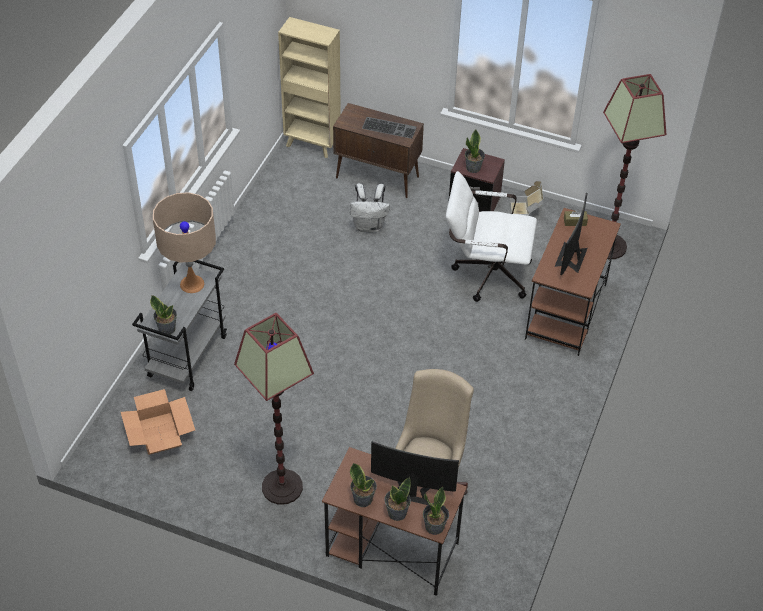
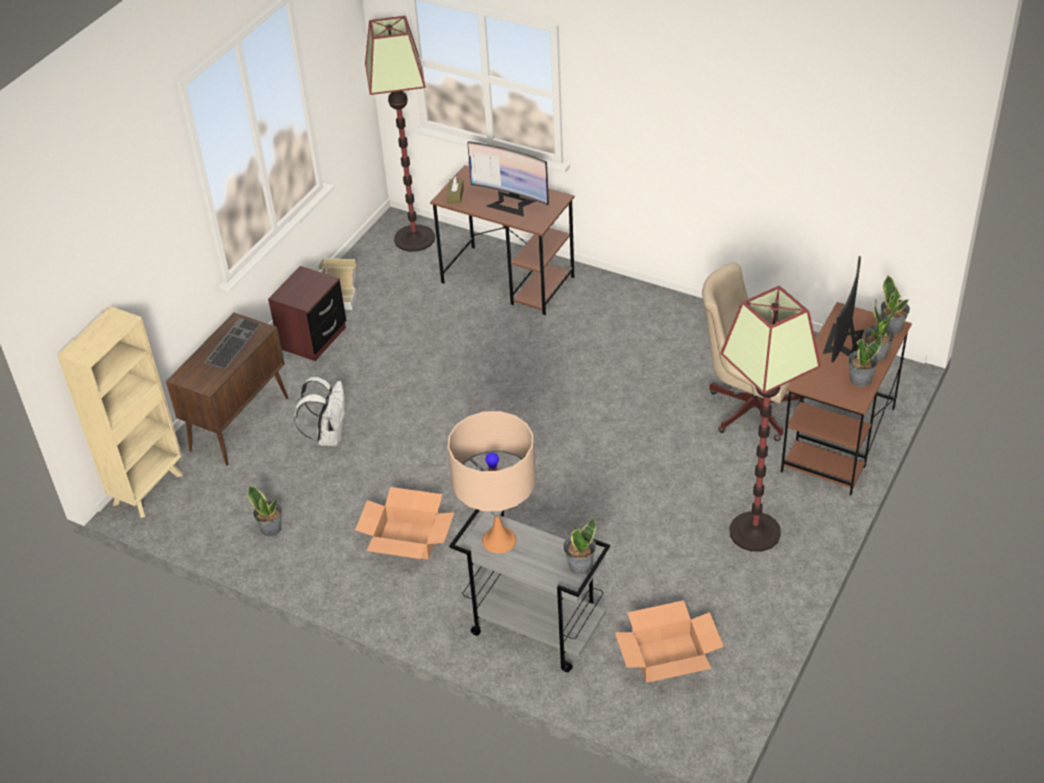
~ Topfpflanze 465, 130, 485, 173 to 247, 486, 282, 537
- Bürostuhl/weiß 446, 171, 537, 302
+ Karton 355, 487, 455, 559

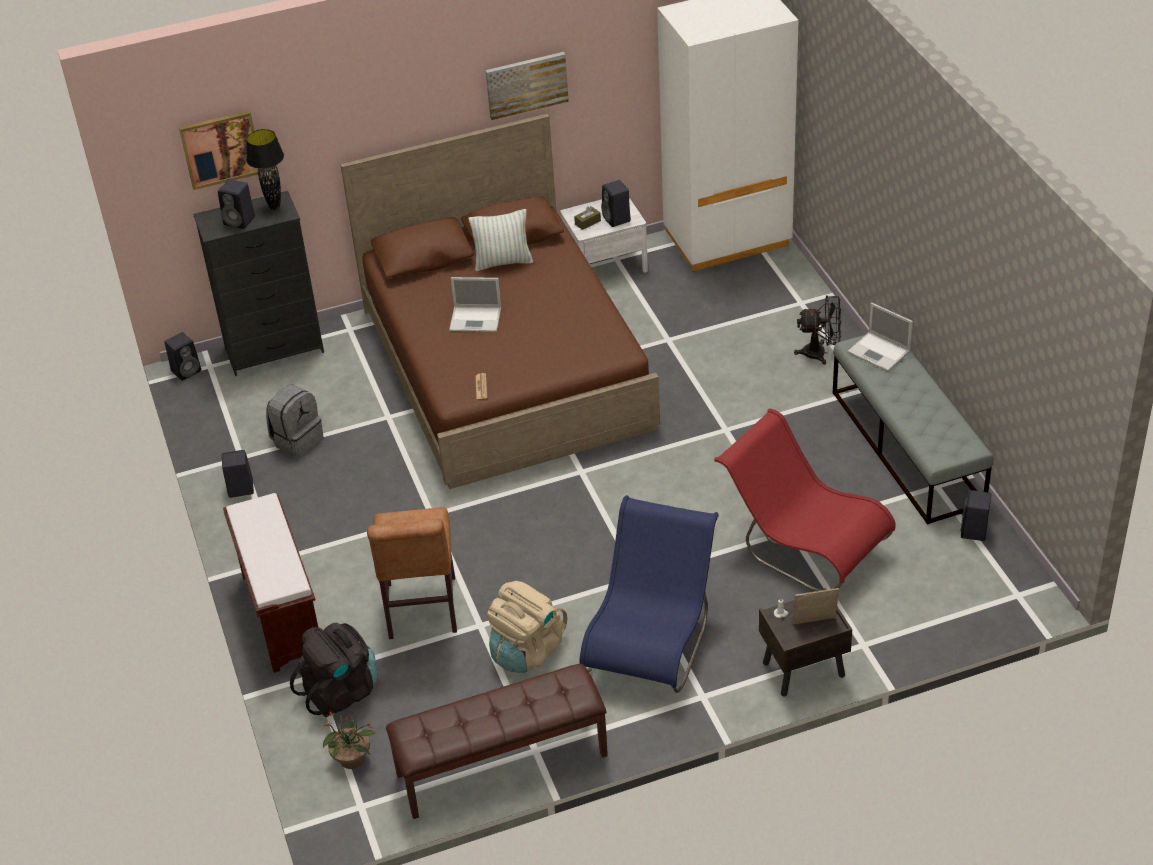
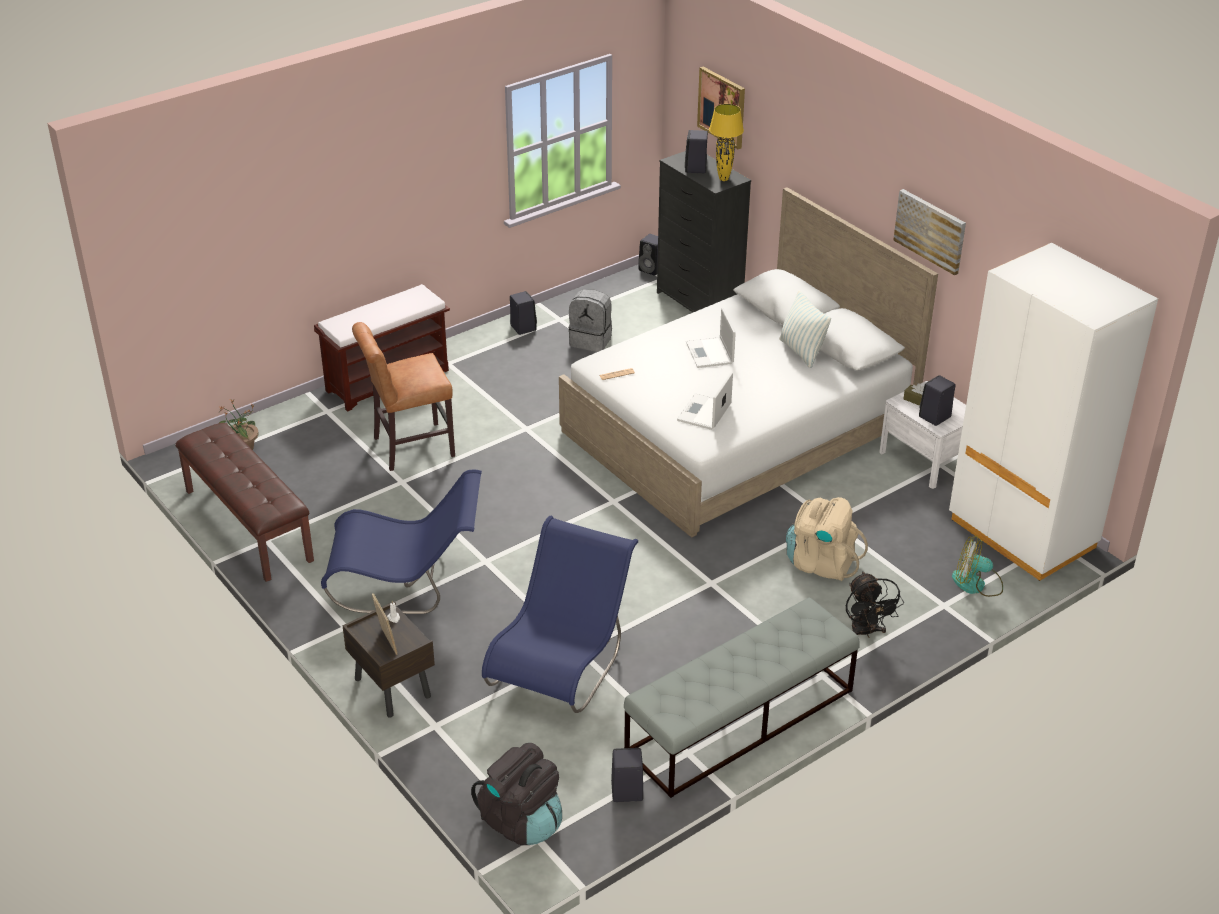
~ Bett/braun 340, 114, 660, 489 to Bett/weiß 559, 187, 938, 538
~ Tischlampe/schwarz 246, 129, 284, 210 to Tischlampe/gelb 709, 104, 744, 181
~ Laptop 847, 303, 913, 371 to 677, 372, 733, 430
~ Stuhl/rot 714, 409, 896, 591 to Stuhl/blau 482, 515, 638, 713
~ Rucksack/beige 487, 581, 567, 673 to 786, 497, 868, 581
~ Rucksack/schwarz 290, 623, 378, 717 to 471, 743, 562, 845
+ Ventilator 952, 536, 1003, 597

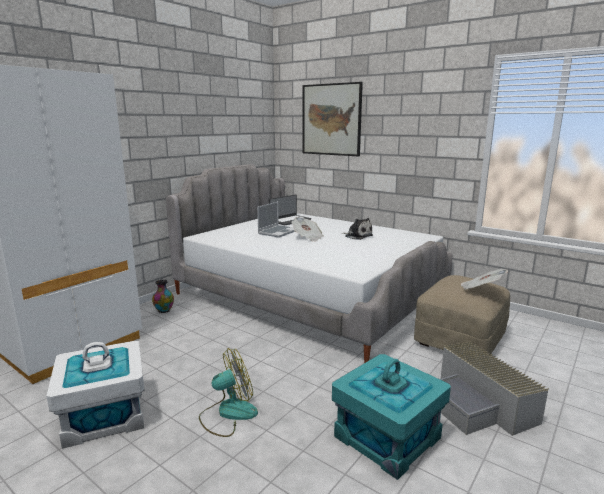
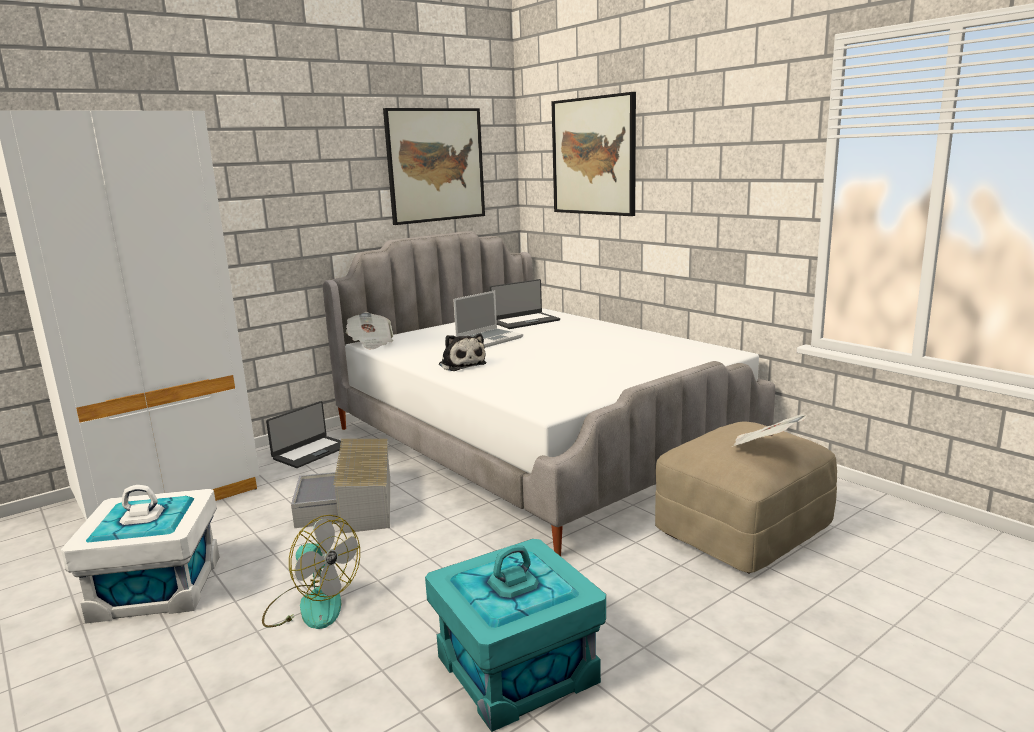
~ Zeitung 291, 217, 324, 242 to 346, 312, 393, 350
~ Plüschtier 342, 218, 373, 240 to 439, 333, 487, 371
~ Vase 152, 280, 174, 313 to Laptop 266, 401, 342, 468
~ Aufbewahrungsbox/grau 440, 342, 549, 436 to 291, 439, 390, 534
~ Ventilator 199, 348, 258, 437 = 262, 515, 360, 629 45 degrees clockwise
+ Bild 383, 108, 485, 225

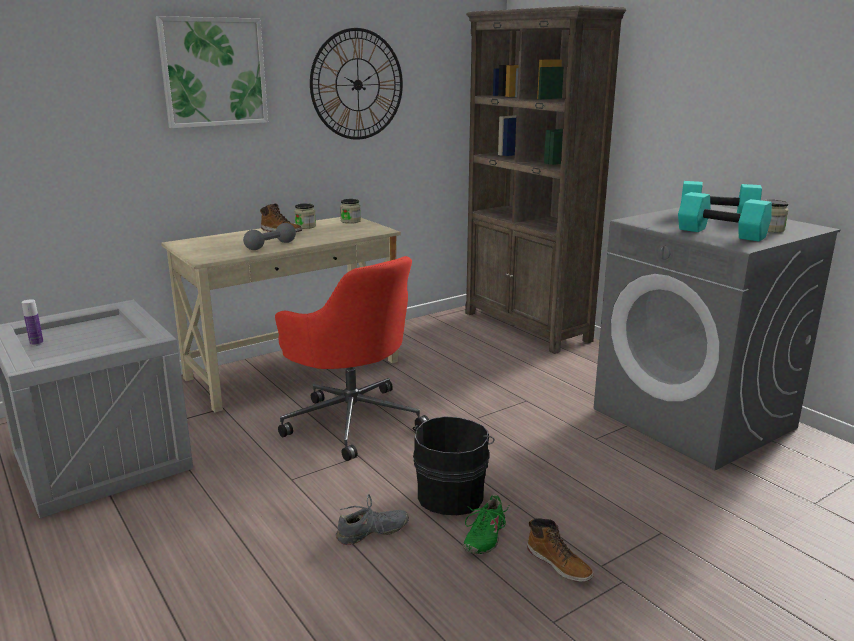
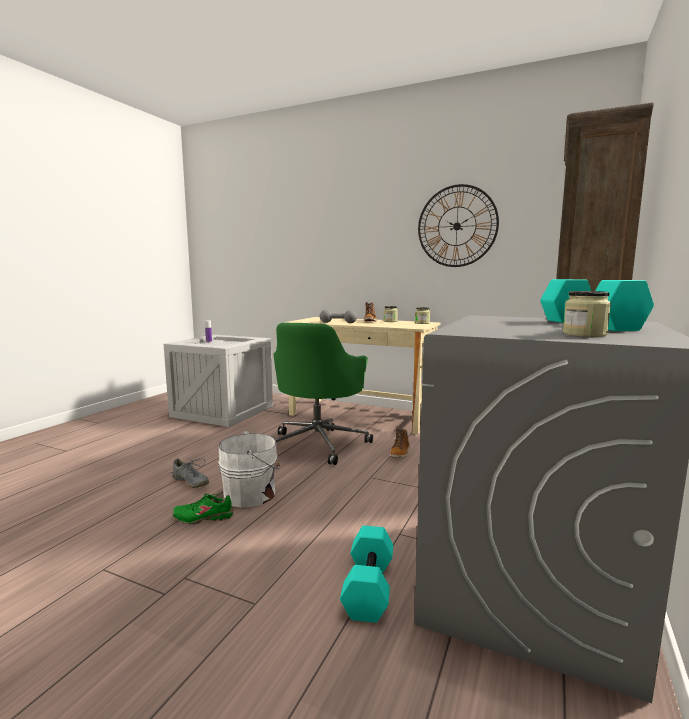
- Bild 156, 16, 268, 128
~ Hantel/türkis 678, 192, 772, 242 to 340, 526, 393, 623
~ Bürostuhl/rot 275, 256, 429, 461 to Bürostuhl/grün 273, 323, 373, 465
~ Eimer/schwarz 413, 417, 495, 515 to Eimer/weiß 218, 431, 280, 507
~ Stiefel 527, 518, 594, 582 to 390, 429, 409, 459

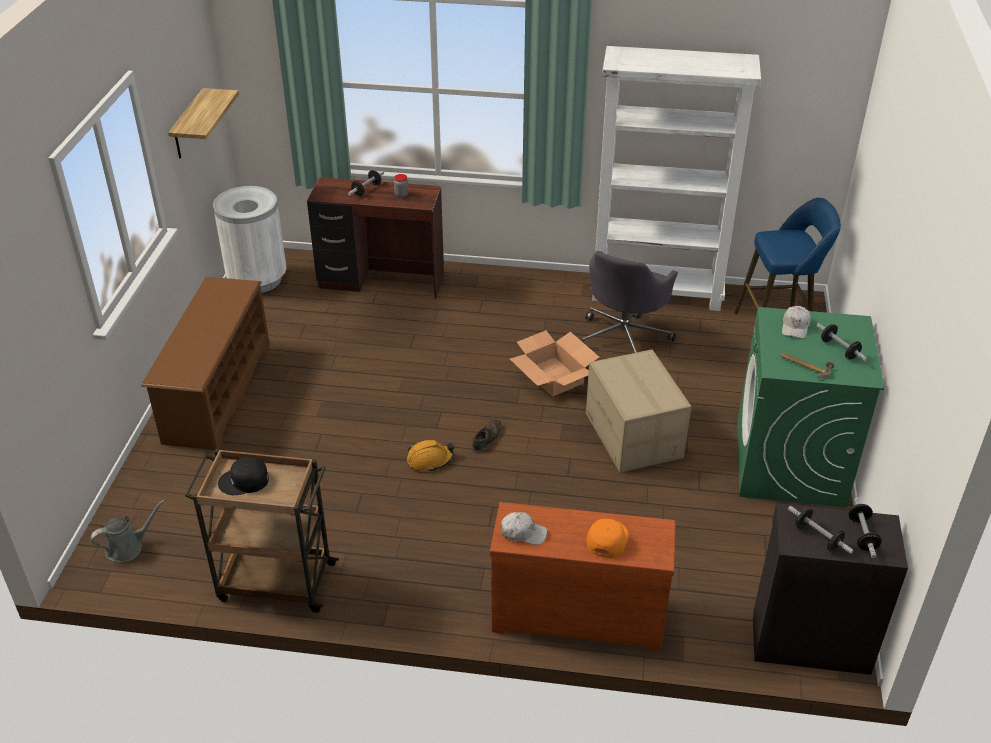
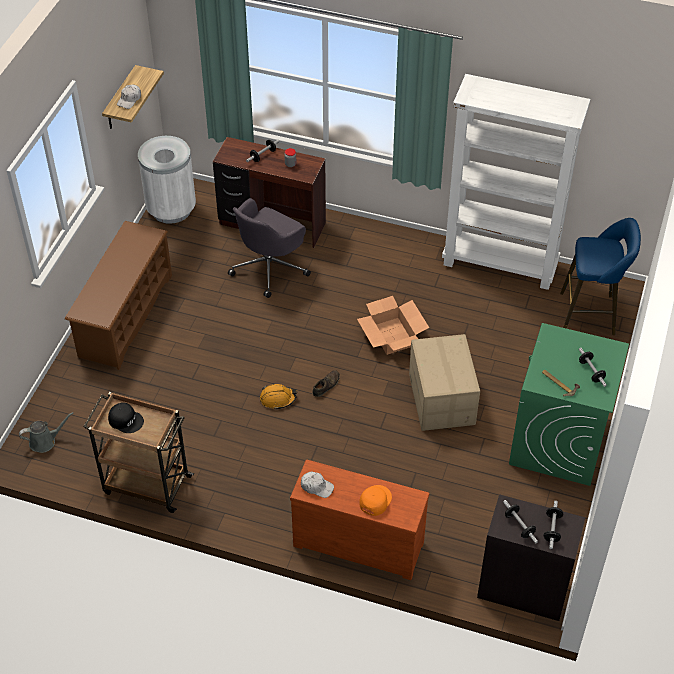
~ Bürostuhl/grau 582, 251, 678, 353 to 228, 198, 311, 298
~ Kappe/weiß 782, 306, 811, 339 to 117, 85, 141, 109
~ Kappe/schwarz 218, 456, 269, 495 = 108, 403, 144, 433 150 degrees counterclockwise

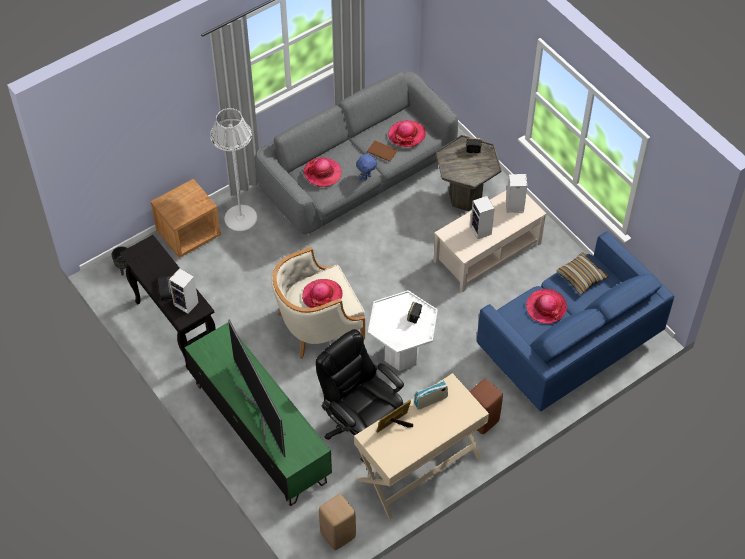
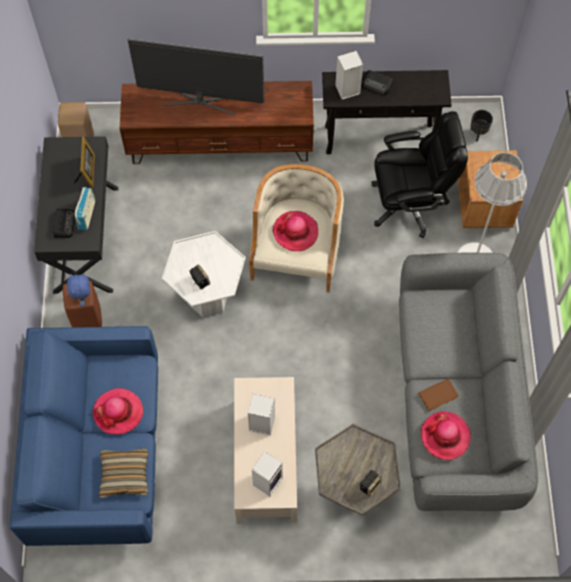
~ Plüschtier/blau 356, 154, 377, 181 to 67, 274, 90, 306
- Hut 303, 157, 342, 187
~ Fernsehschrank/grün 185, 323, 332, 506 to Fernsehschrank/braun 120, 81, 314, 164
~ Bürostuhl/schwarz 316, 329, 404, 462 to 372, 111, 468, 238
~ Schreibtisch/beige 354, 373, 489, 520 to Schreibtisch/schwarz 34, 136, 119, 294
+ Radio 53, 209, 75, 238

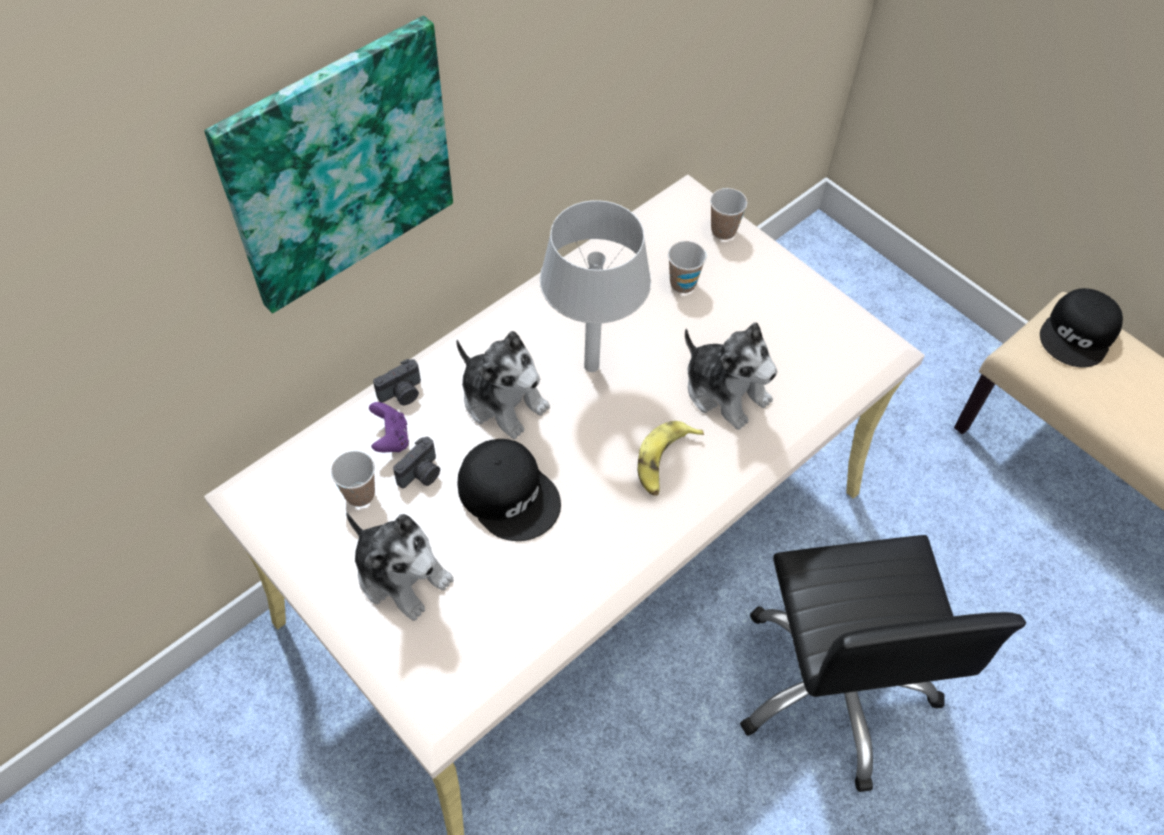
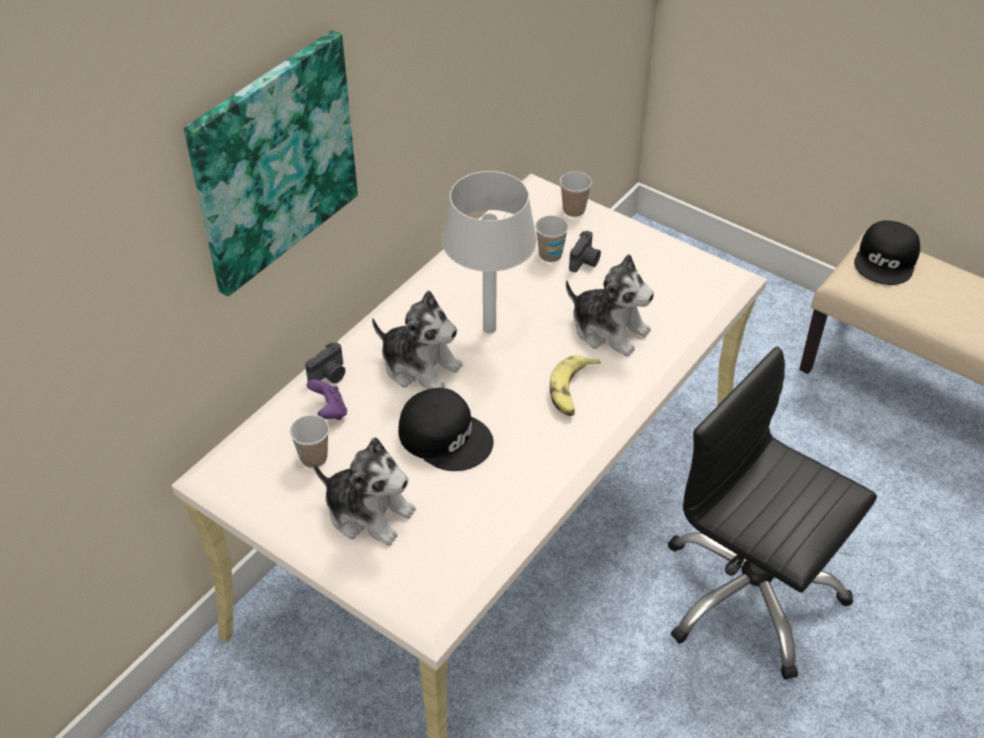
~ Kamera 393, 437, 440, 488 to 569, 231, 601, 272
~ Bürostuhl/schwarz 740, 535, 1026, 792 = 668, 346, 877, 680 150 degrees clockwise

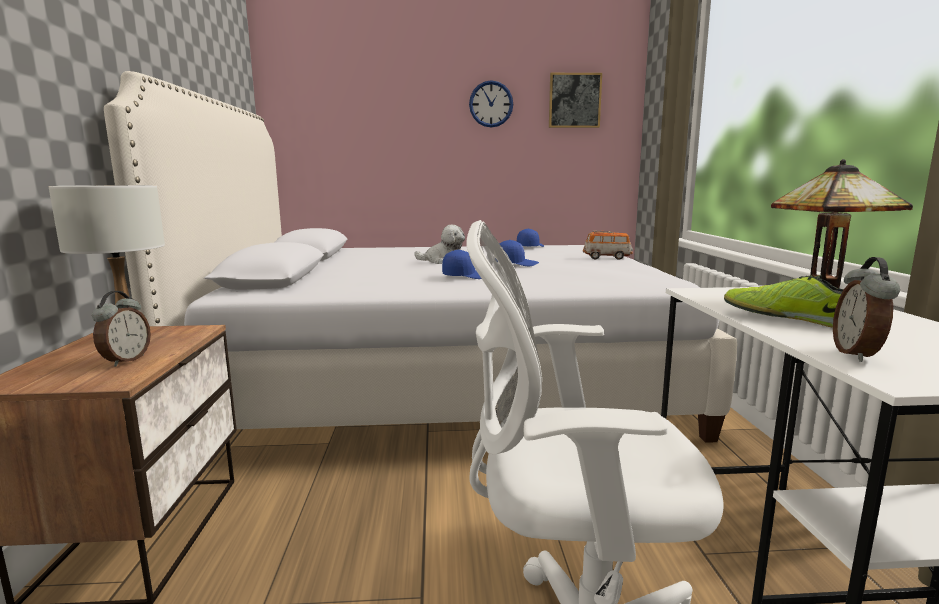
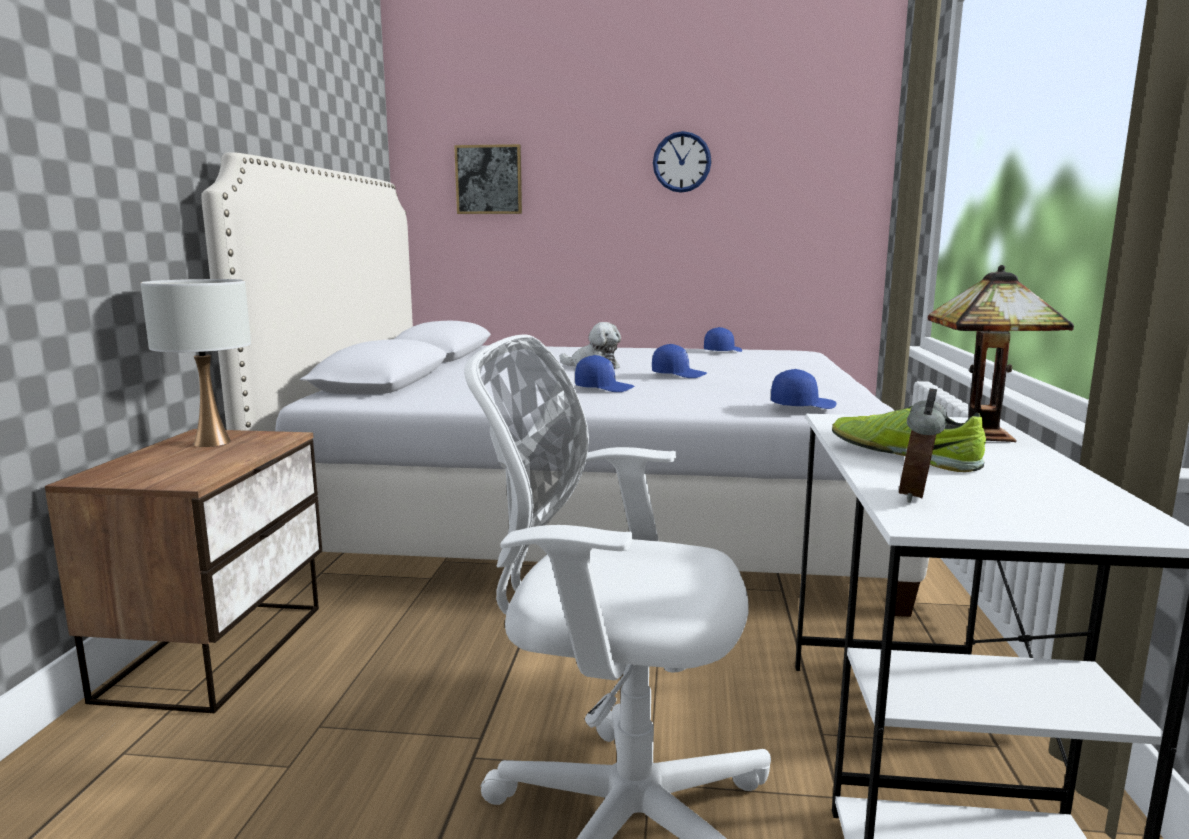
~ Bild 549, 73, 602, 128 to 454, 144, 522, 214
- Spielzeugauto 583, 231, 633, 260
- Wecker 92, 291, 151, 367
+ Kappe/blau 771, 369, 837, 409

